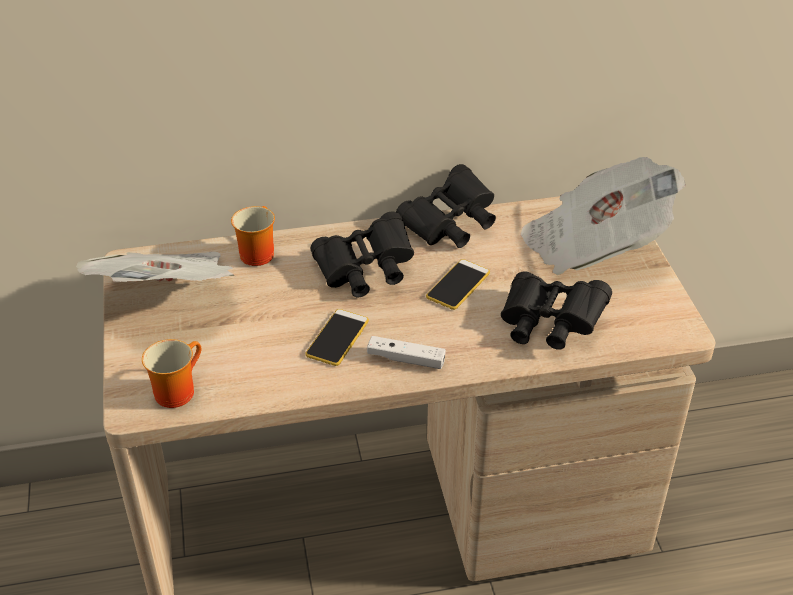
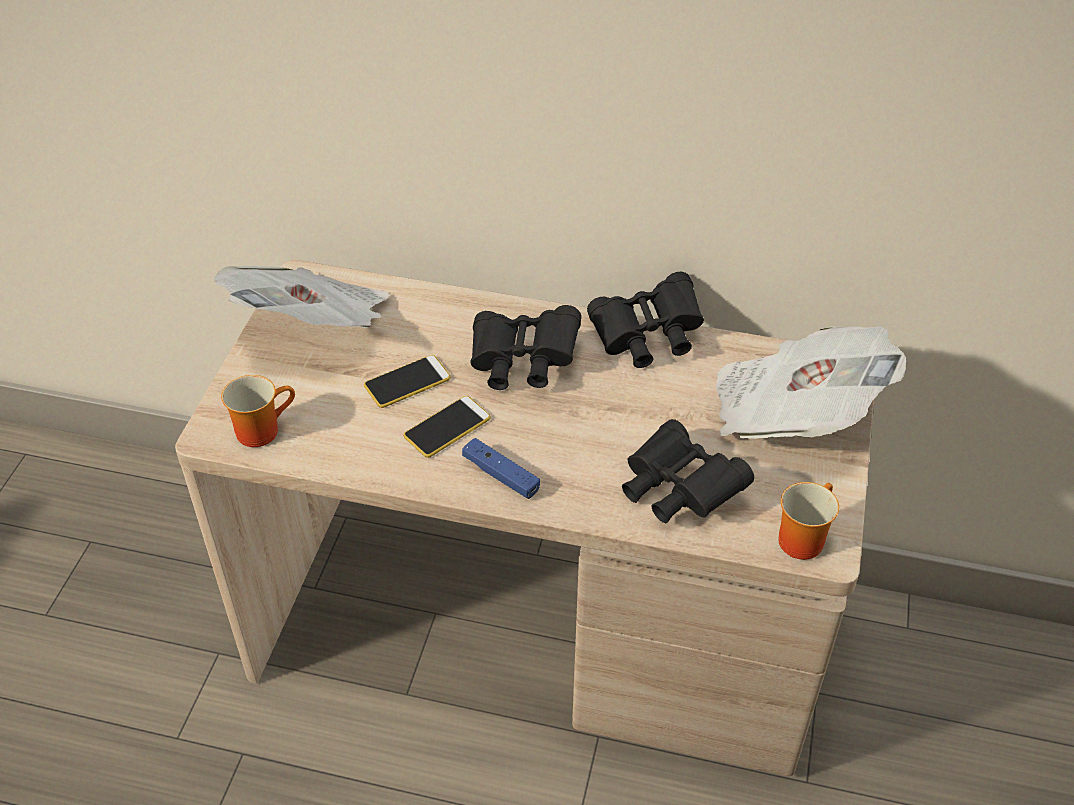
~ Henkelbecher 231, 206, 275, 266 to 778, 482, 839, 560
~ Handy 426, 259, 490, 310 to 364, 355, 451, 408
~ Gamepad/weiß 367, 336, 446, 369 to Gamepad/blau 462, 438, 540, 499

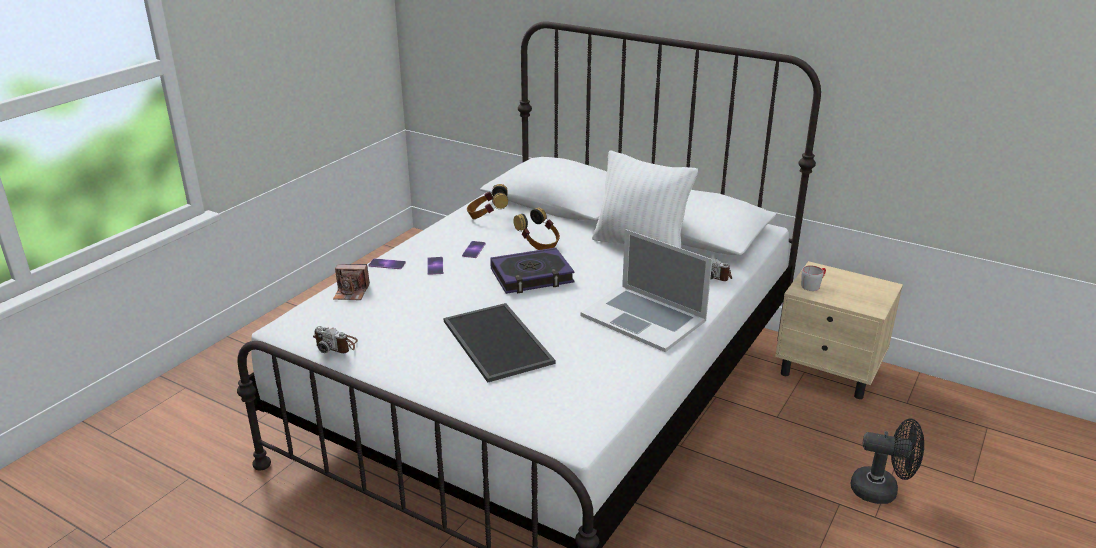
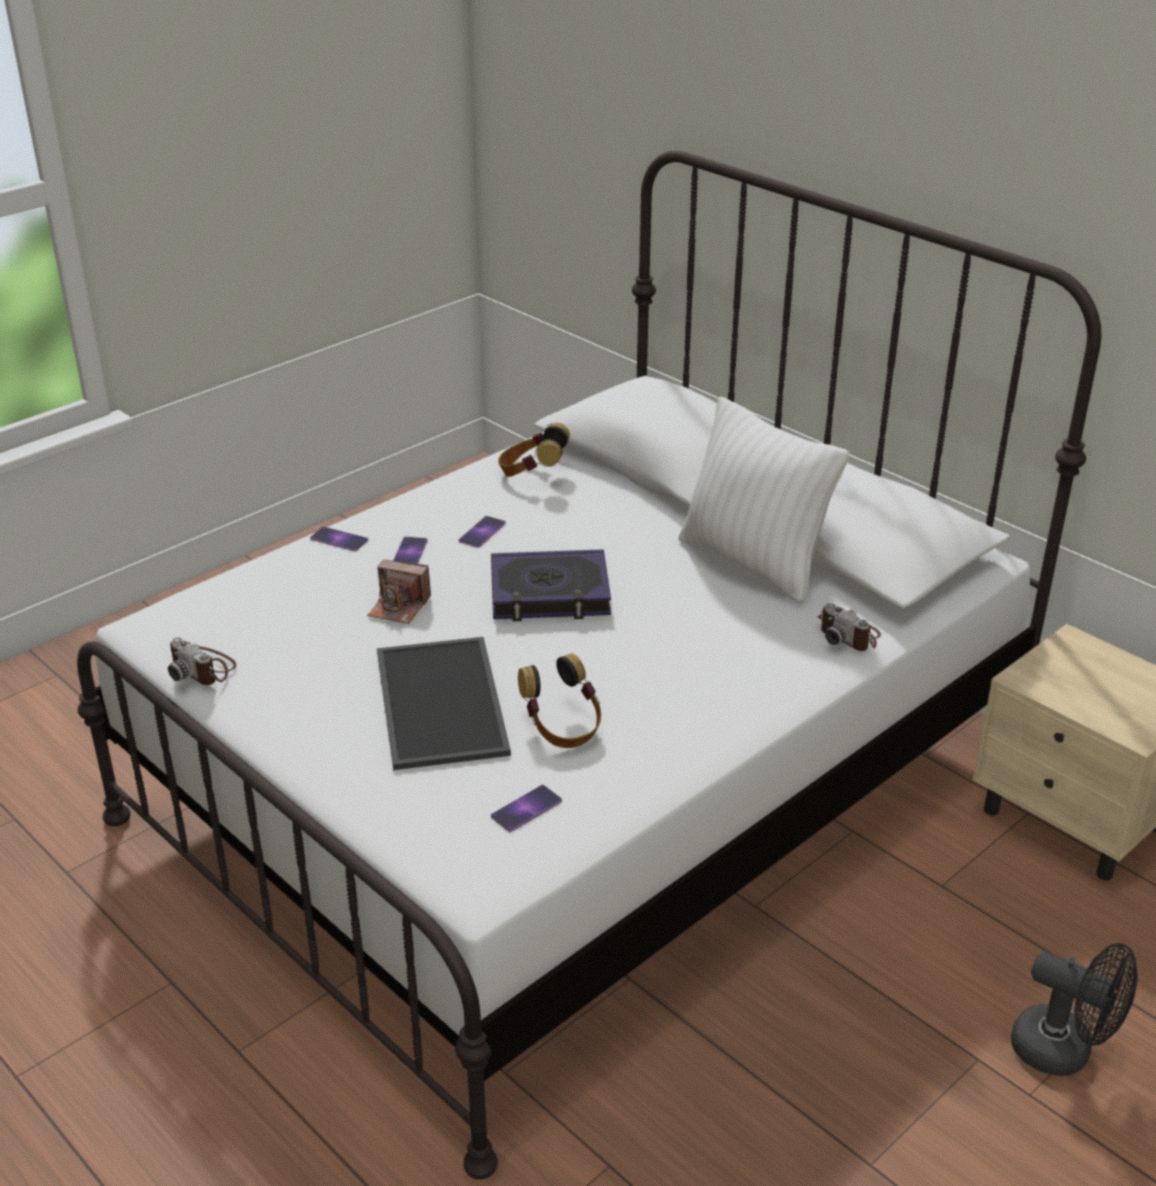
~ Kopfhörer 514, 207, 560, 250 to 518, 653, 601, 748
- Laptop 580, 229, 712, 352
~ Kamera 333, 264, 370, 300 to 367, 560, 431, 624
- Henkelbecher/grau 801, 265, 826, 291
+ Handy 491, 785, 562, 832

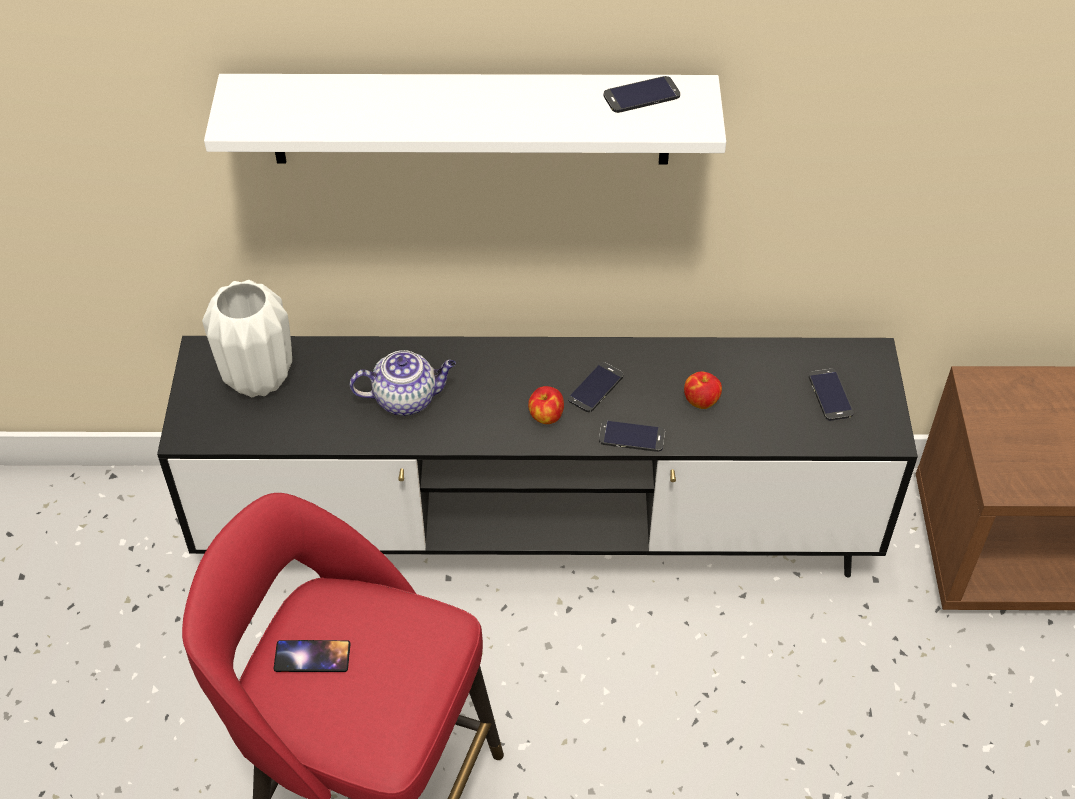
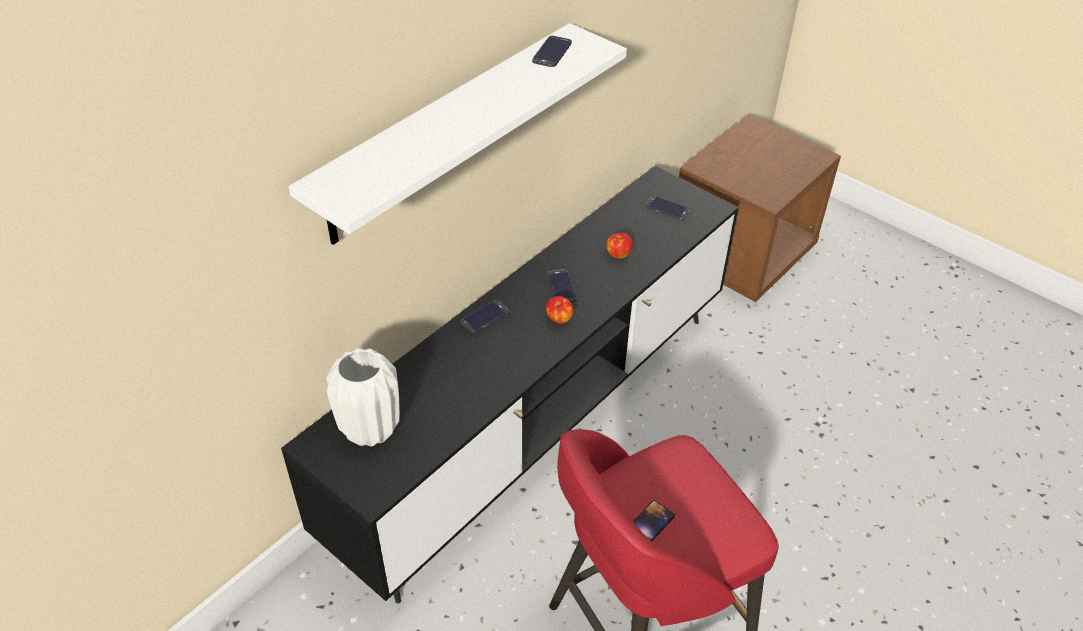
- Teekanne 350, 350, 456, 416
~ Handy 599, 420, 665, 452 to 461, 300, 509, 333

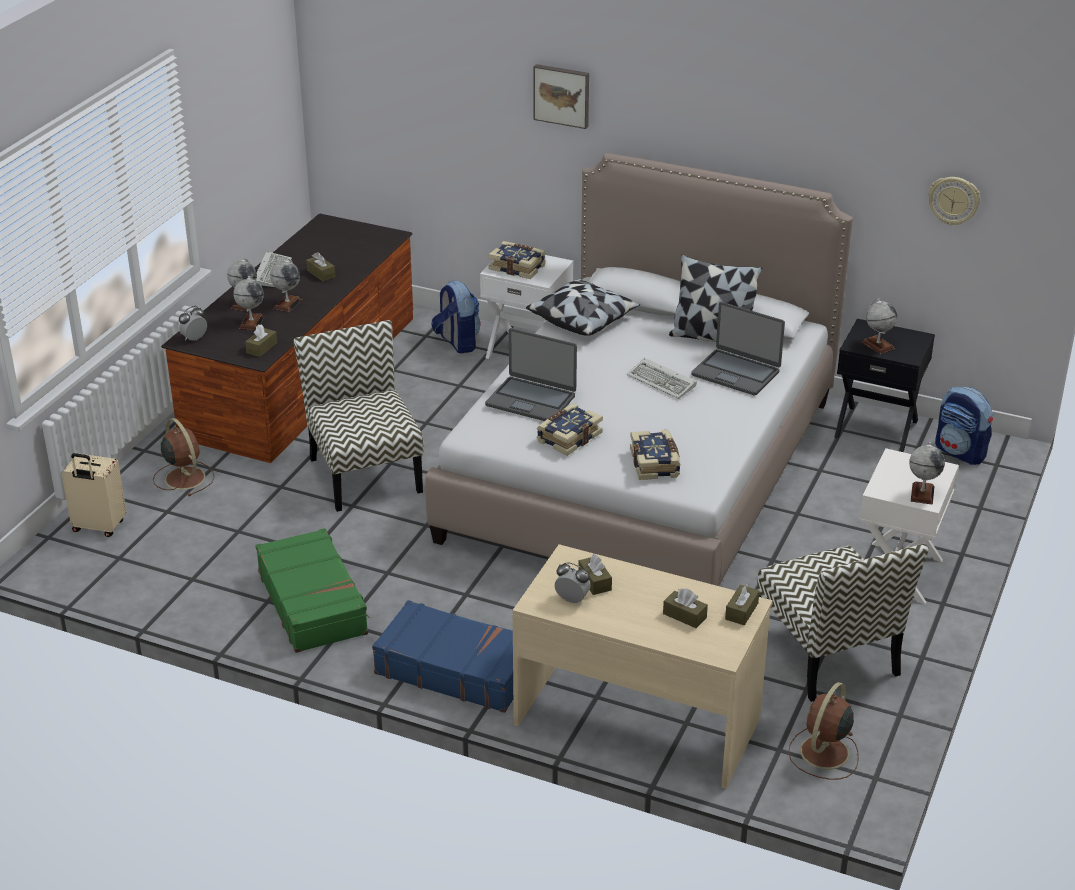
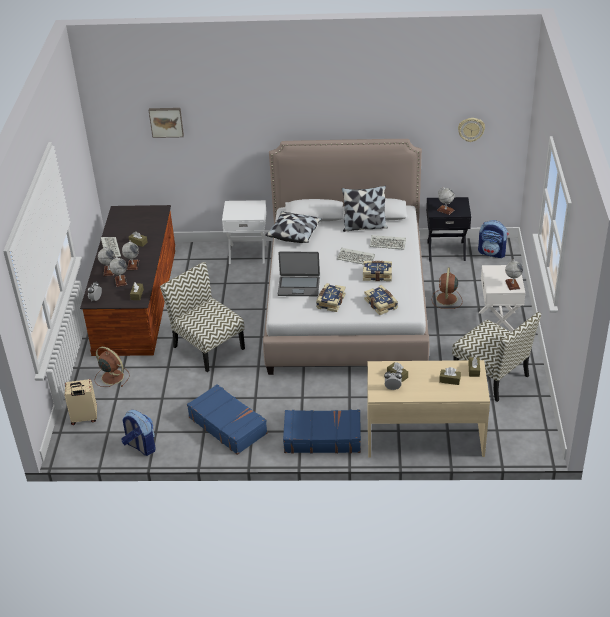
~ Bild 534, 64, 589, 129 to 149, 108, 184, 138
~ Buch 488, 241, 546, 279 to 363, 261, 392, 281
~ Rucksack 432, 281, 481, 353 to 121, 410, 156, 456
~ Laptop 691, 302, 785, 396 to Tastatur 370, 235, 406, 250
~ Koffer/grün 255, 528, 370, 653 to Koffer/blau 187, 384, 267, 455
~ Ventilator/braun 788, 682, 859, 780 to 432, 267, 462, 309

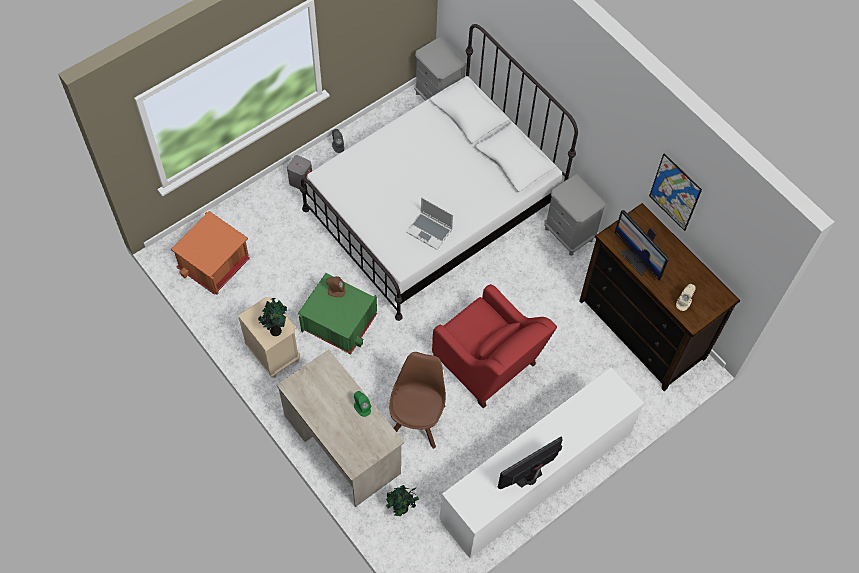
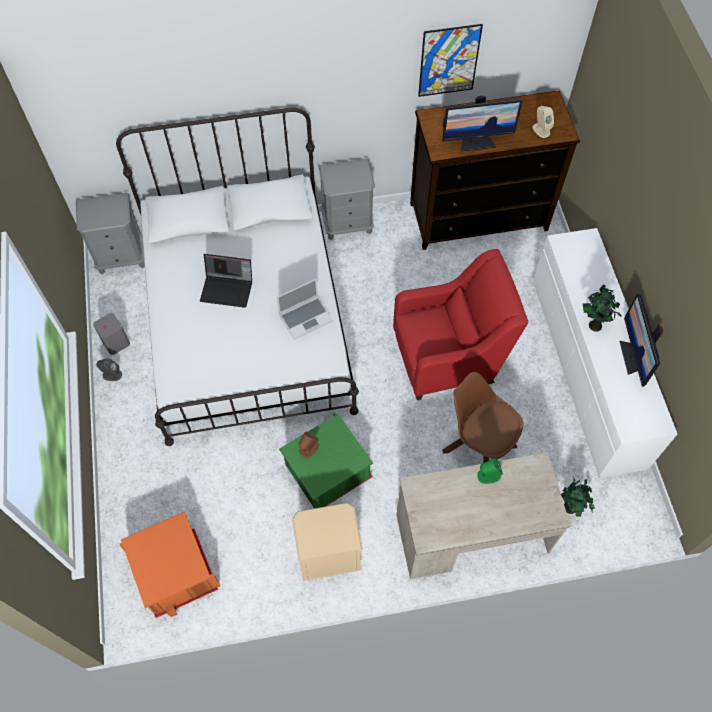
~ Lautsprecher/grau 287, 155, 312, 190 to 93, 313, 130, 355
~ Topfpflanze 258, 298, 287, 336 to 583, 285, 622, 332
+ Laptop 200, 254, 252, 308

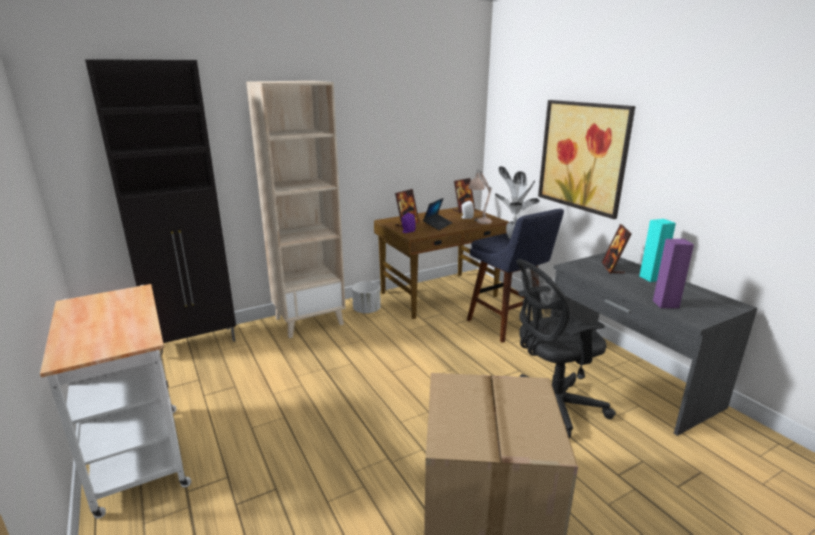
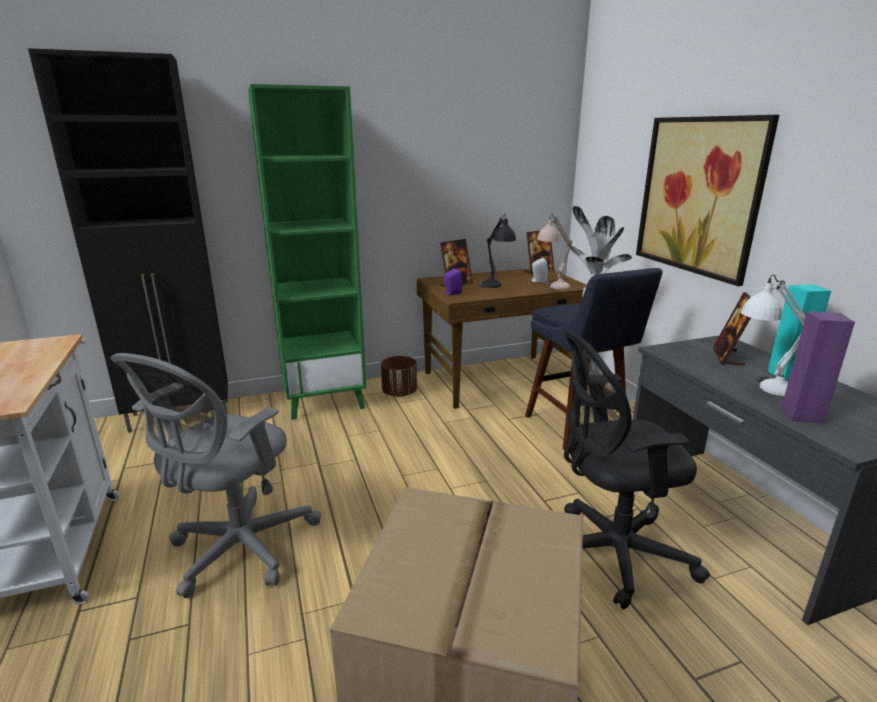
~ Bücherregal/beige 246, 81, 346, 338 to Bücherregal/grün 248, 84, 366, 420
~ Laptop 423, 198, 452, 230 to Tischlampe/schwarz 477, 214, 516, 288
~ Pflanzkübel/weiß 352, 281, 381, 314 to Pflanzkübel/braun 381, 356, 417, 397
+ Tischlampe/weiß 741, 274, 806, 396
+ Bürostuhl/grau 110, 353, 321, 598

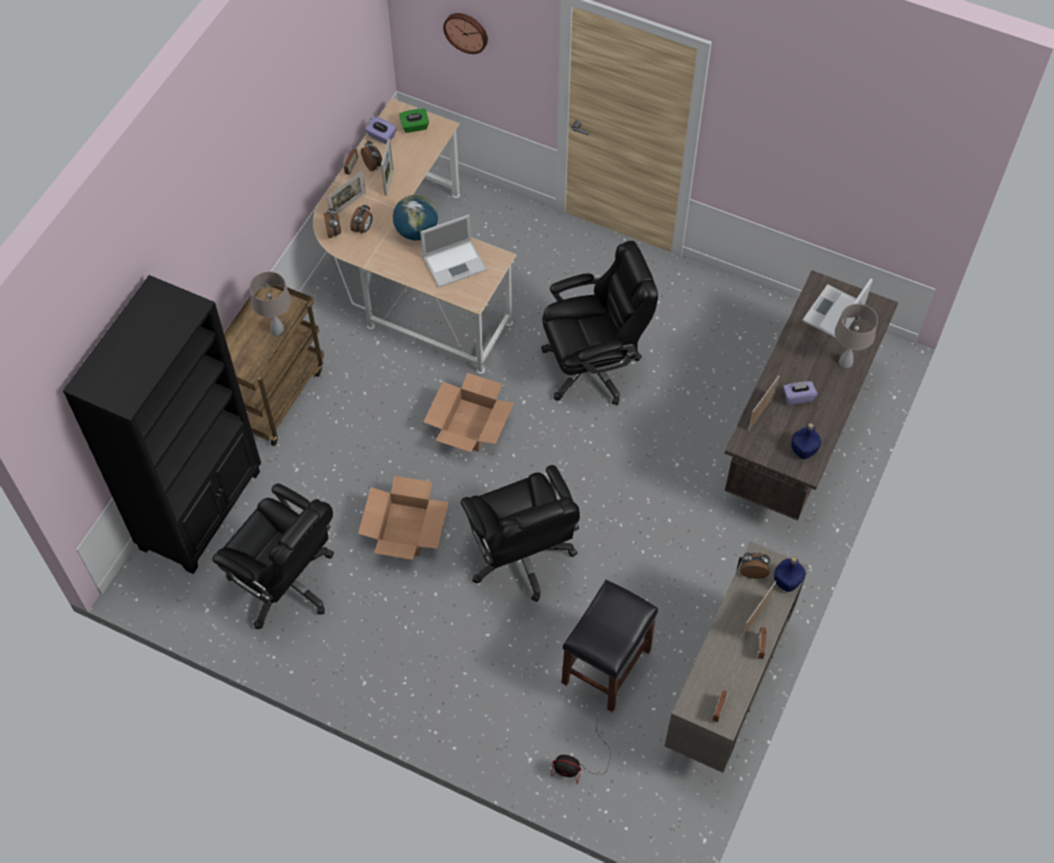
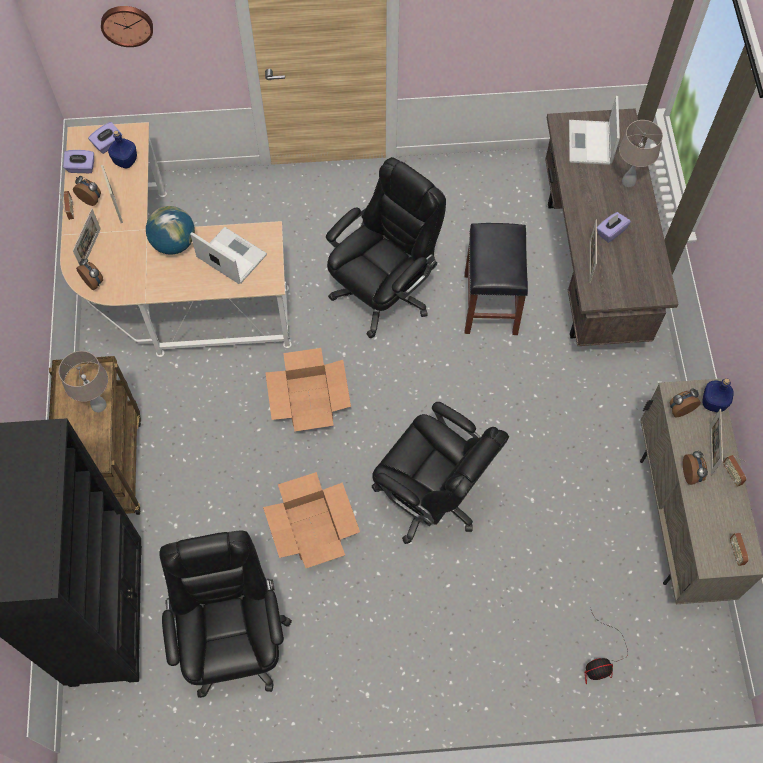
~ Taschentuchbox/grün 399, 109, 429, 133 to Taschentuchbox/lila 88, 122, 122, 154
~ Wecker 350, 204, 372, 234 to 683, 450, 708, 485
~ Laptop 420, 214, 487, 287 = 190, 227, 267, 284 90 degrees counterclockwise
~ Flasche/blau 791, 423, 821, 459 to 108, 130, 137, 169
~ Bürostuhl/schwarz 212, 484, 334, 629 = 160, 531, 292, 698 105 degrees counterclockwise
~ Hocker/schwarz 562, 580, 658, 712 to 464, 223, 528, 335

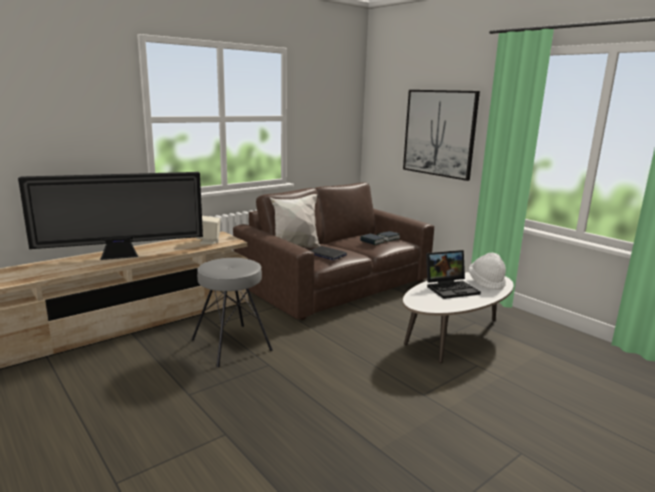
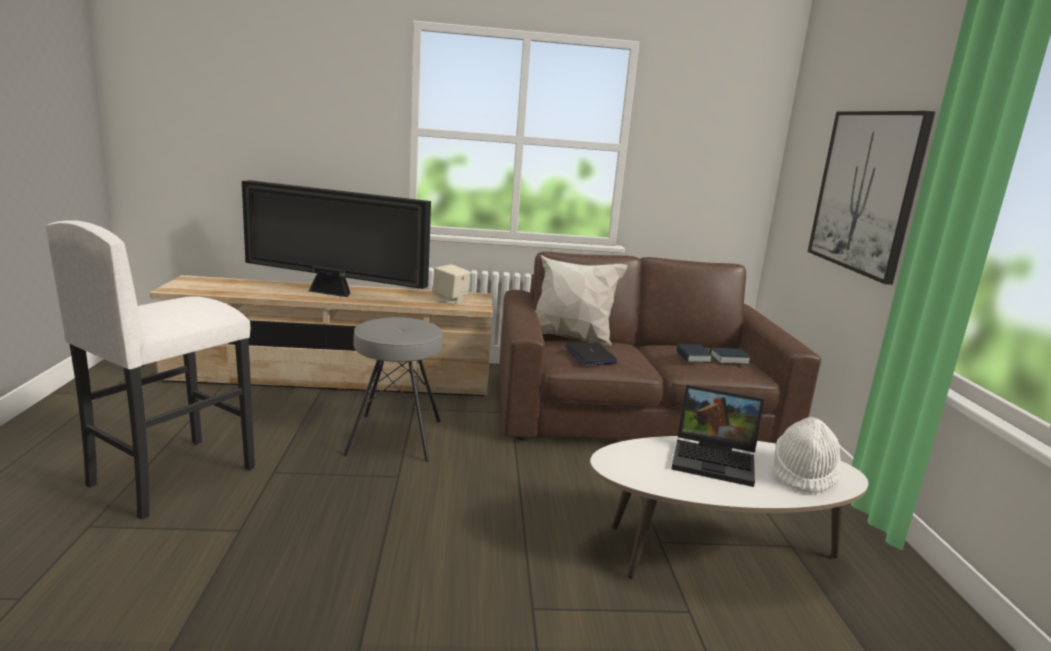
+ Hocker/weiß 46, 220, 255, 520

